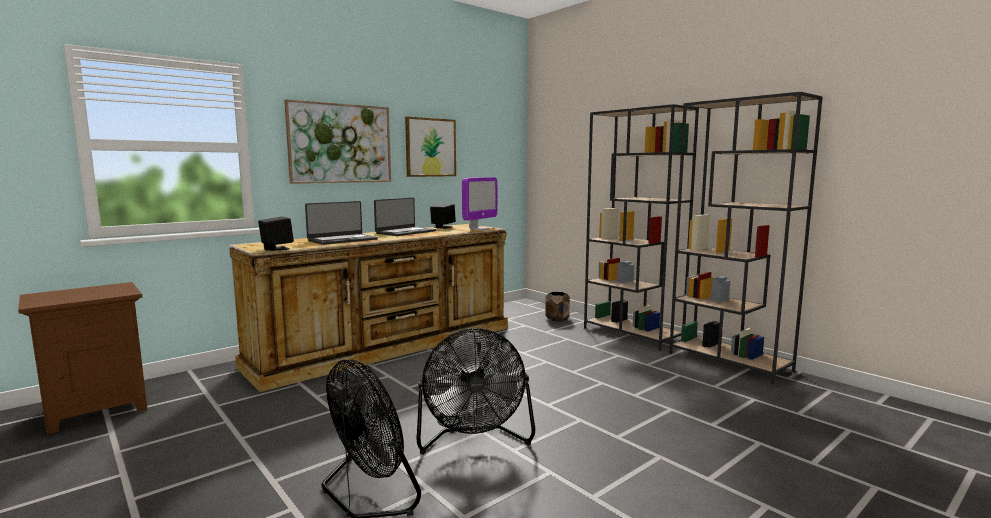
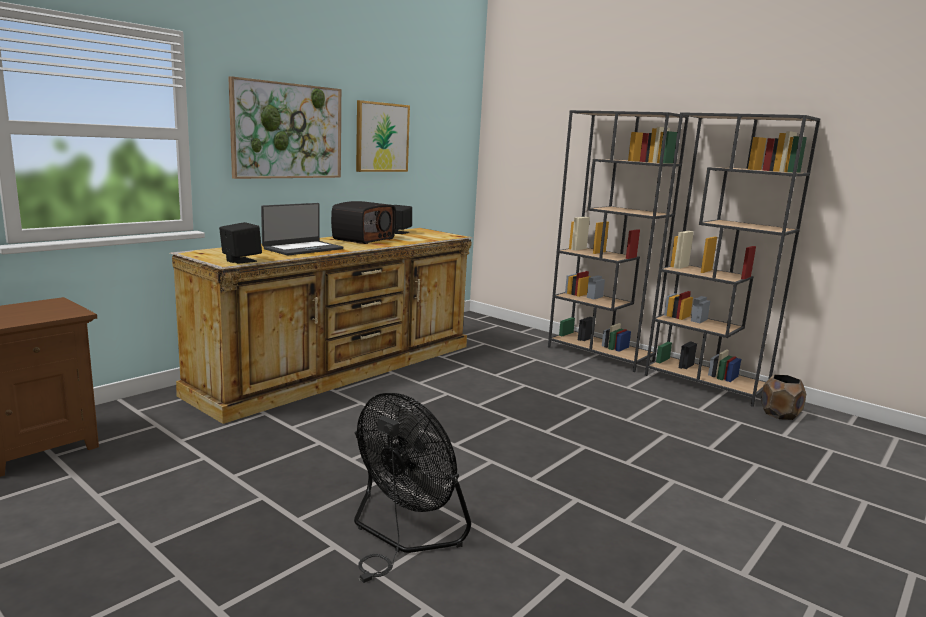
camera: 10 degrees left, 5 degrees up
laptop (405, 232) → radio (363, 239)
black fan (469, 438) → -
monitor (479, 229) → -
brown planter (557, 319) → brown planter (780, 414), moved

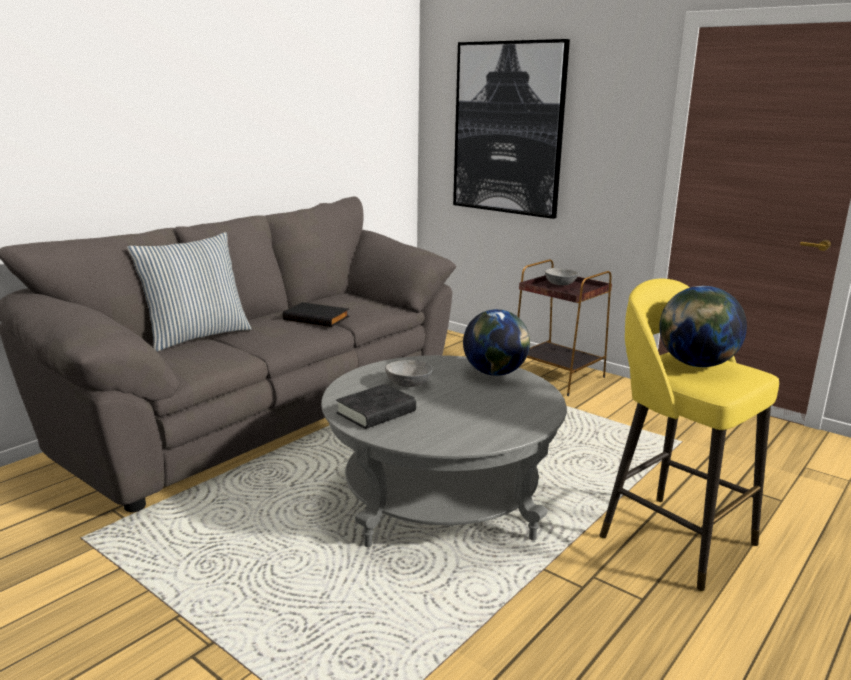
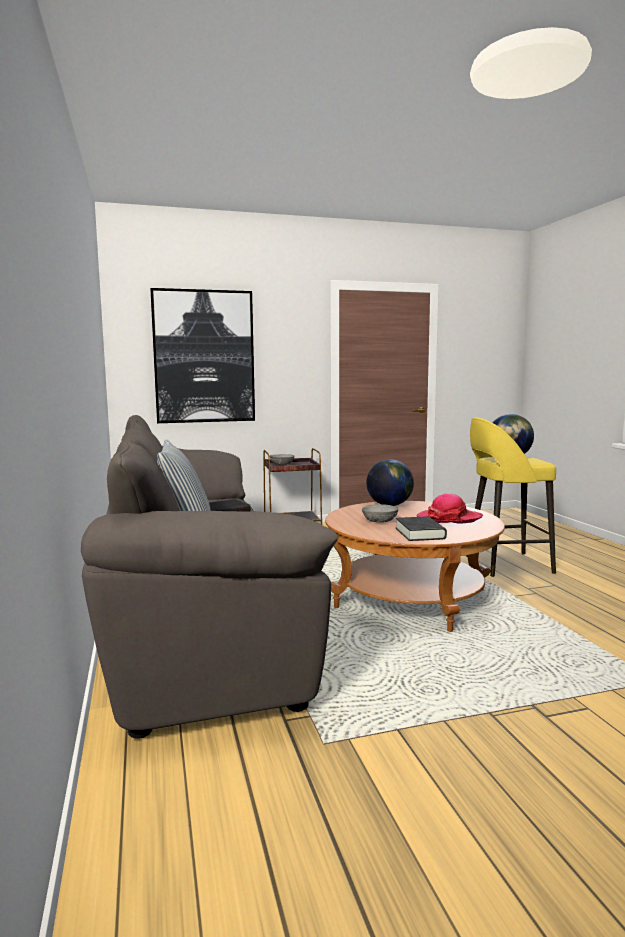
camera: 55 degrees left, 10 degrees down
grey coffee table (441, 498) → brown coffee table (410, 598)
- → hat (449, 519)

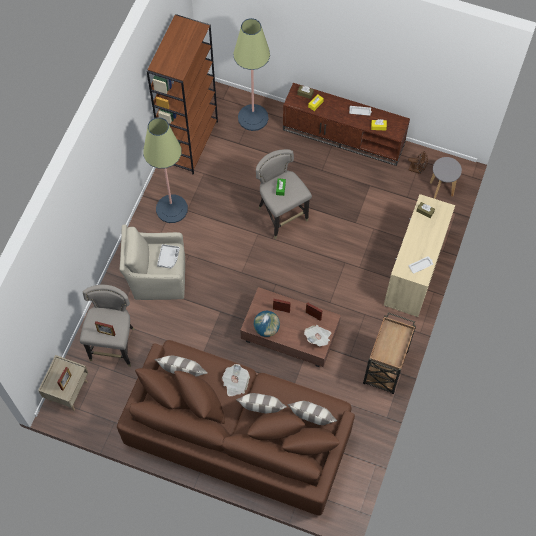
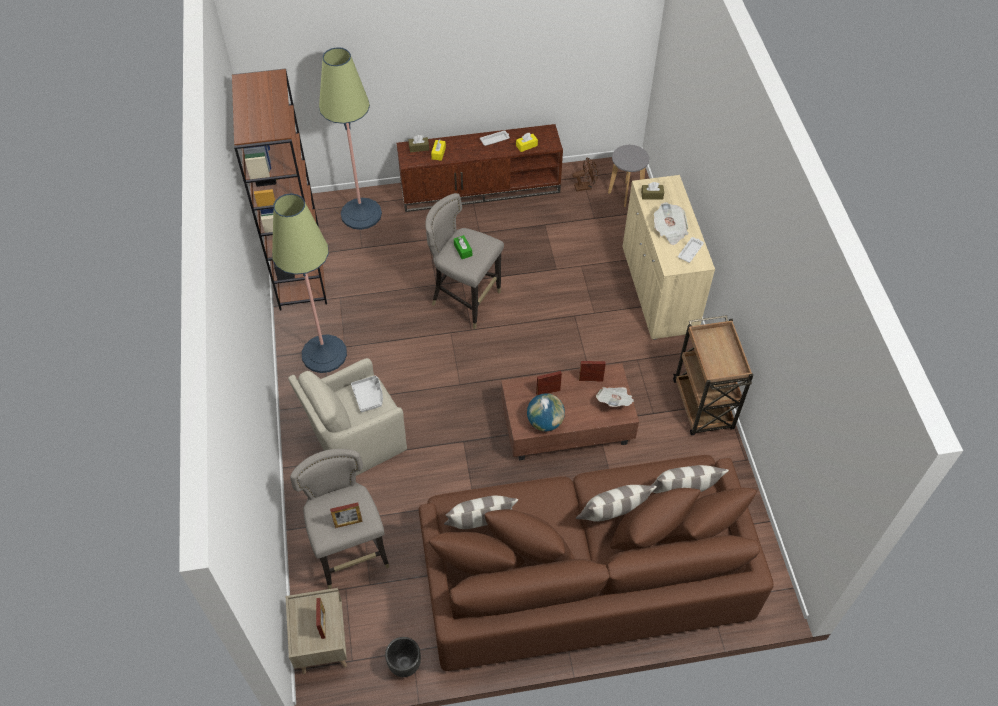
camera: 30 degrees left, 10 degrees down
newspaper (235, 383) → newspaper (669, 230), moved
- → black planter (404, 665)

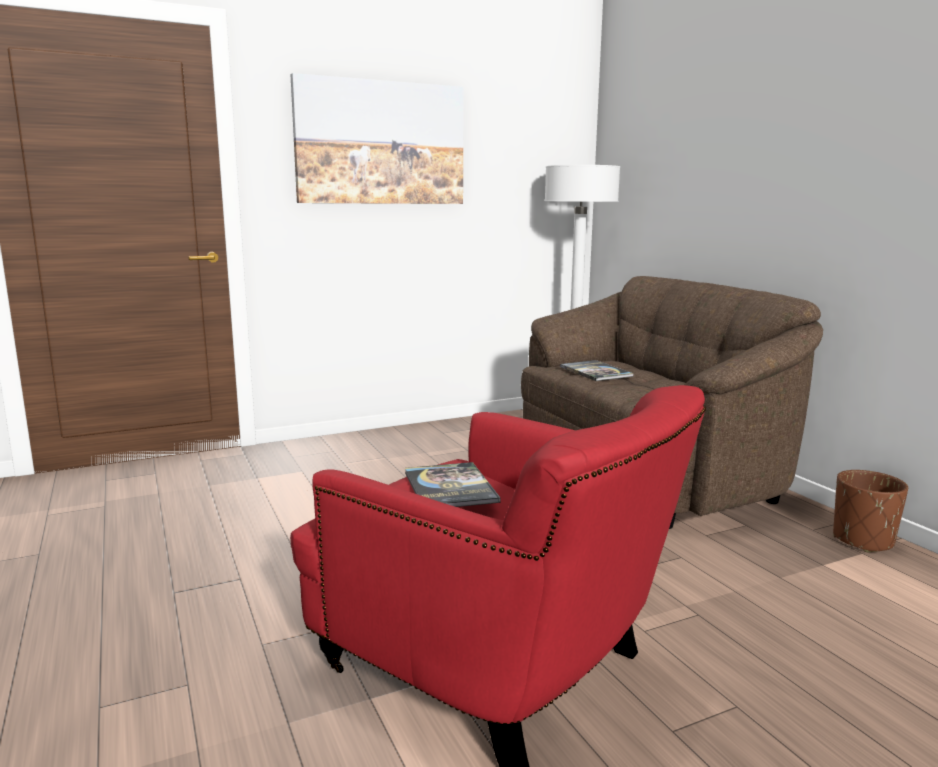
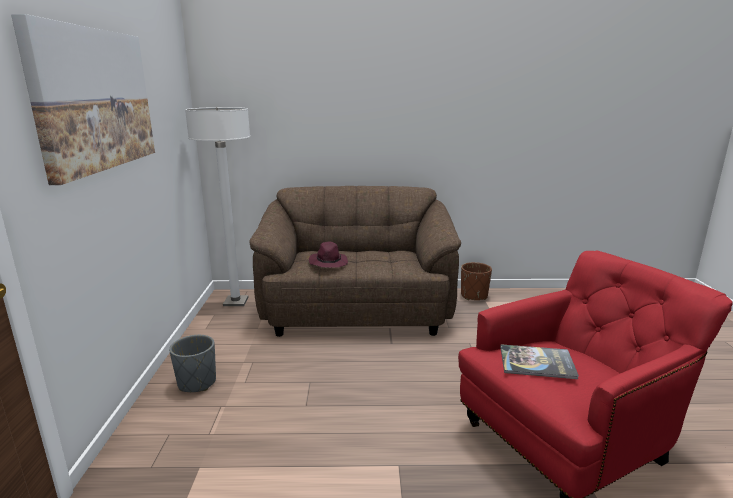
camera: 65 degrees left, 5 degrees up
book (595, 372) → purple hat (328, 263)
- → grey planter (197, 382)

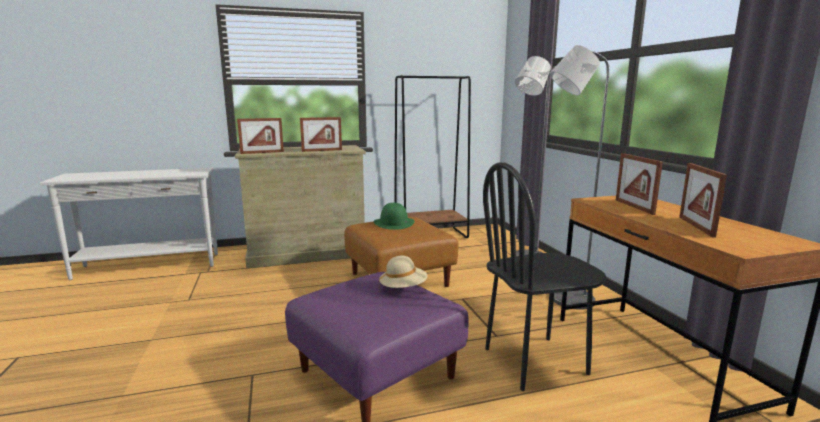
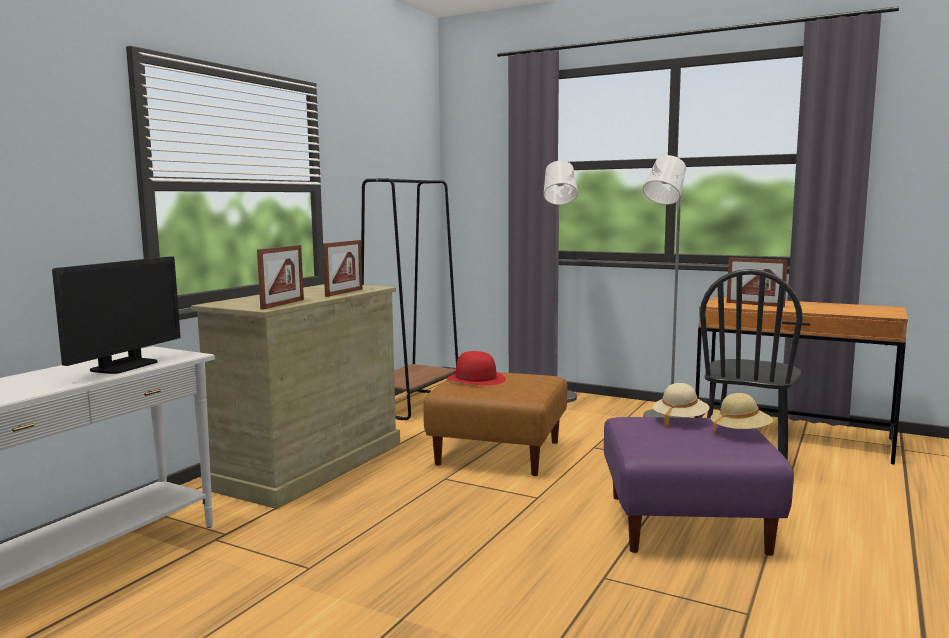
camera: 45 degrees left, 5 degrees down
green hat (394, 223) → red hat (476, 379)
picture frame (696, 226) → -
- → monitor (124, 366)
- → beige hat (740, 433)

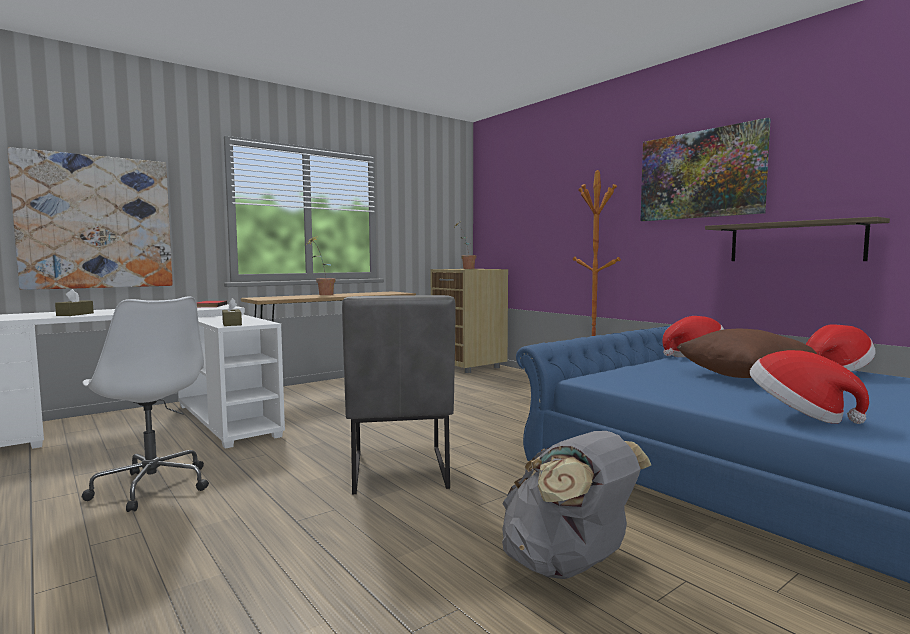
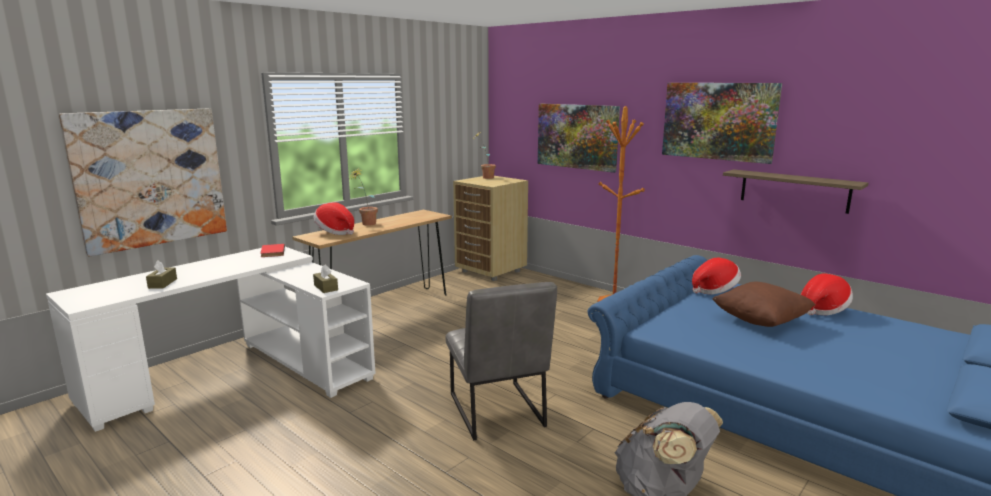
camera: 10 degrees left, 10 degrees up
white office chair (154, 488) → -
hat (799, 415) → hat (335, 232), moved
- → picture (577, 136)

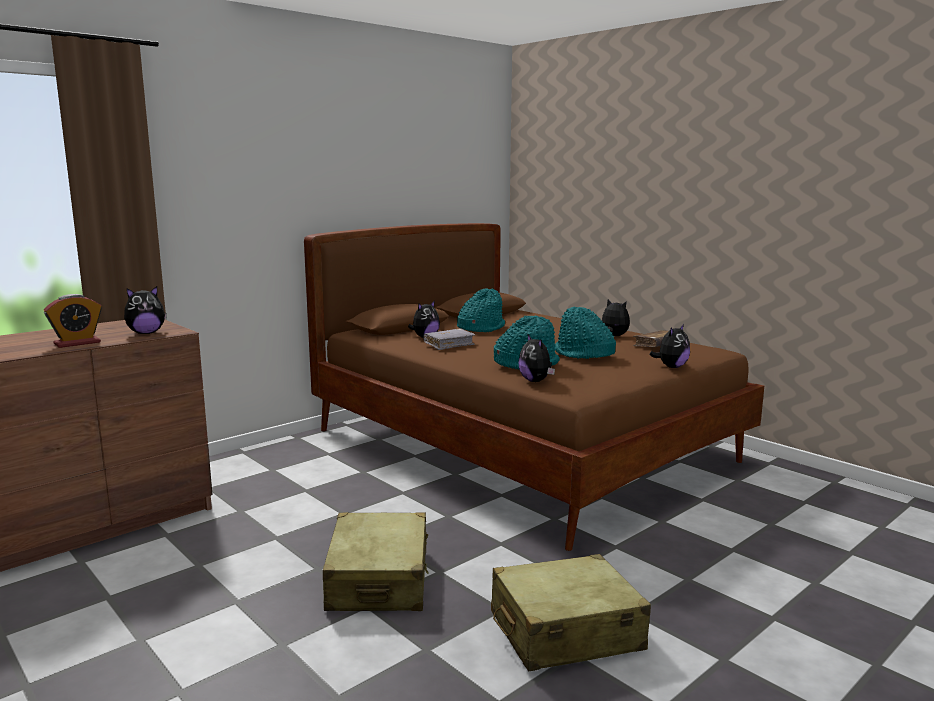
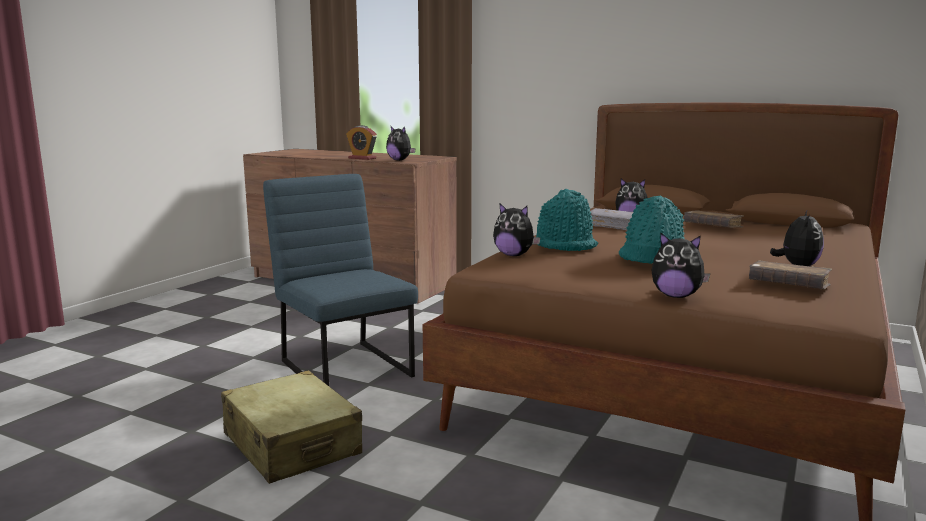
camera: 70 degrees right, 0 degrees up
beige suitcase (379, 580) → blue chair (345, 367)
turquoise hat (480, 328) → brown book (712, 227)
plush toy (536, 381) → plush toy (514, 255), 105 degrees counterclockwise

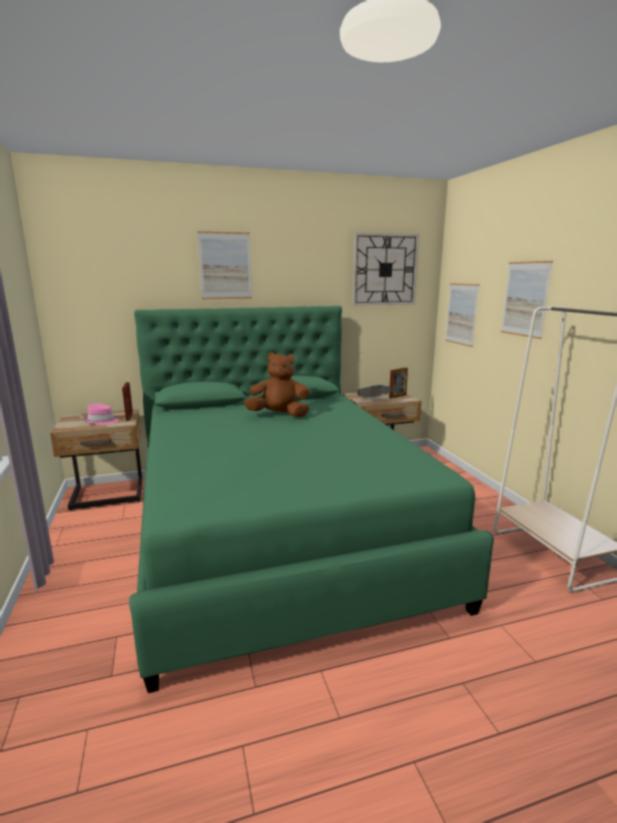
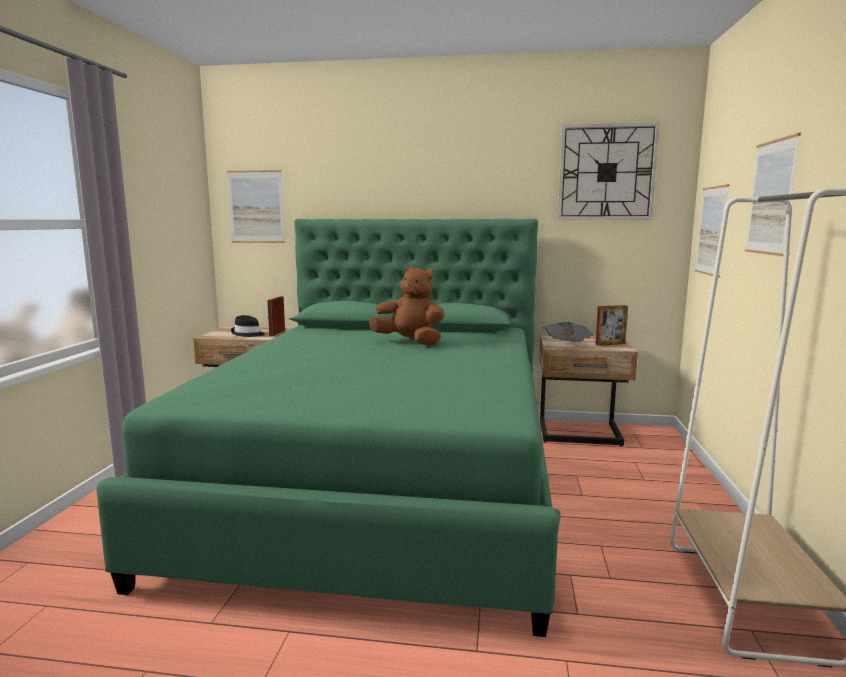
camera: 25 degrees right, 5 degrees down
pink hat (101, 421) → black hat (248, 334)
picture (225, 266) → picture (256, 207), moved

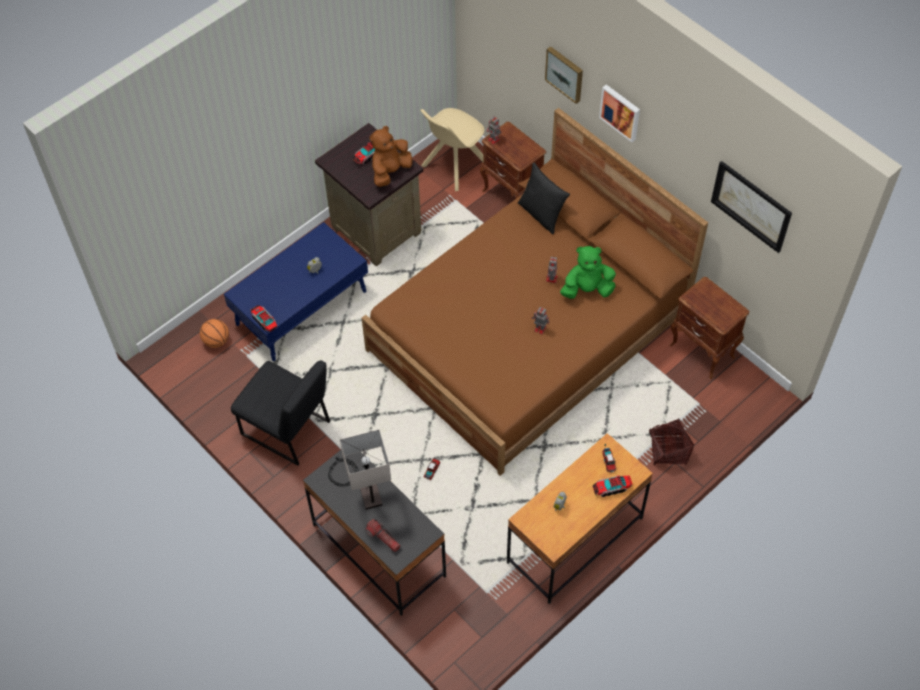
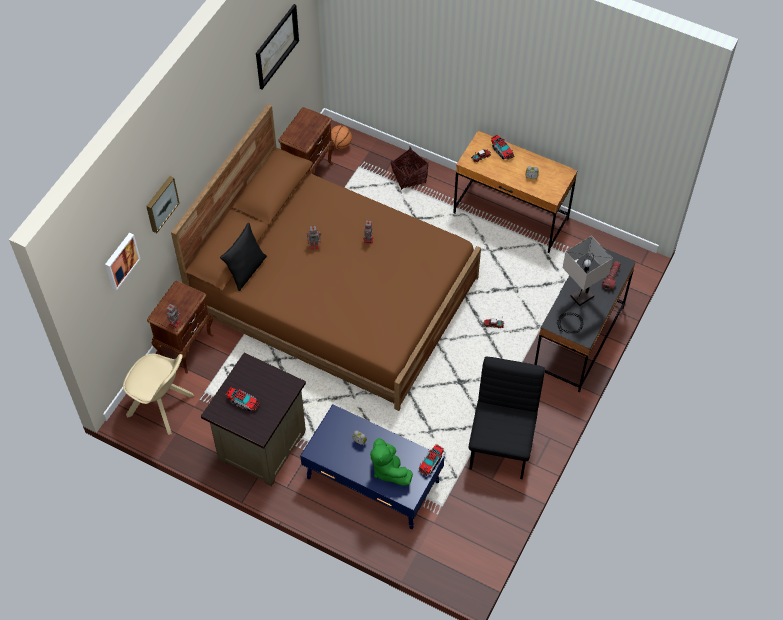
camera: 110 degrees left, 0 degrees up
basketball (216, 341) → basketball (340, 145), moved
brown plush toy (390, 171) → -
green plush toy (587, 289) → green plush toy (388, 469), moved
picture (621, 112) → picture (120, 260), moved

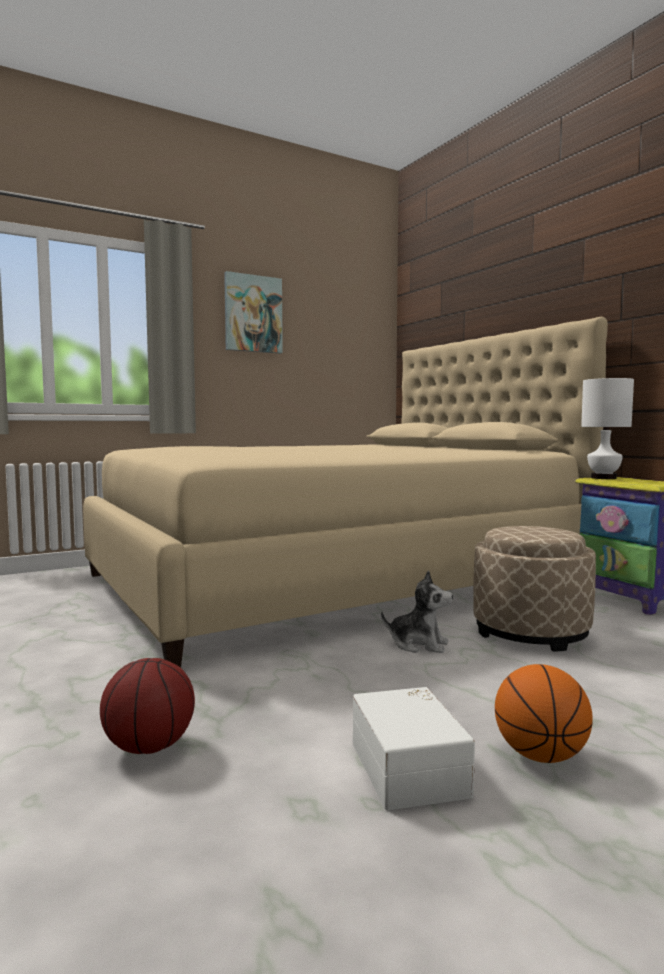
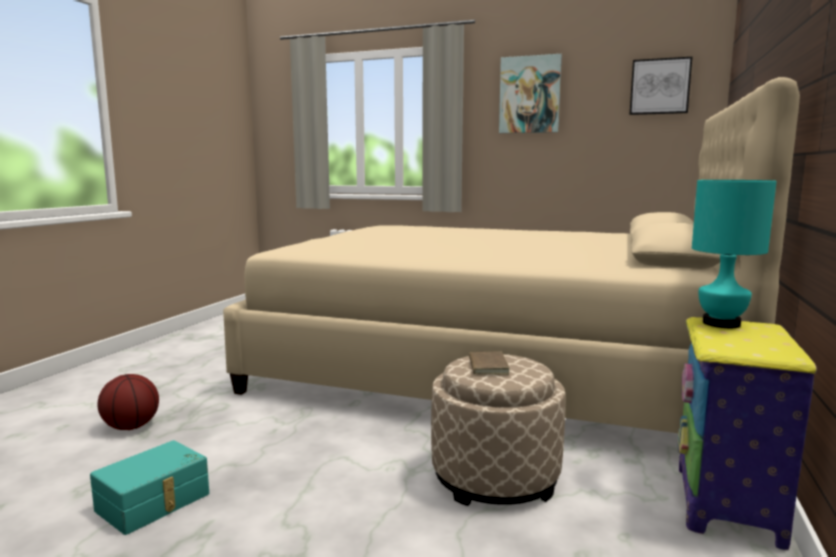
camera: 50 degrees right, 5 degrees up
white storage box (411, 768) → turquoise storage box (154, 503)
plush toy (418, 644) → -
basketball (540, 756) → -
white table lamp (603, 478) → turquoise table lamp (720, 323)
- → brown book (486, 366)
- → picture (659, 86)

